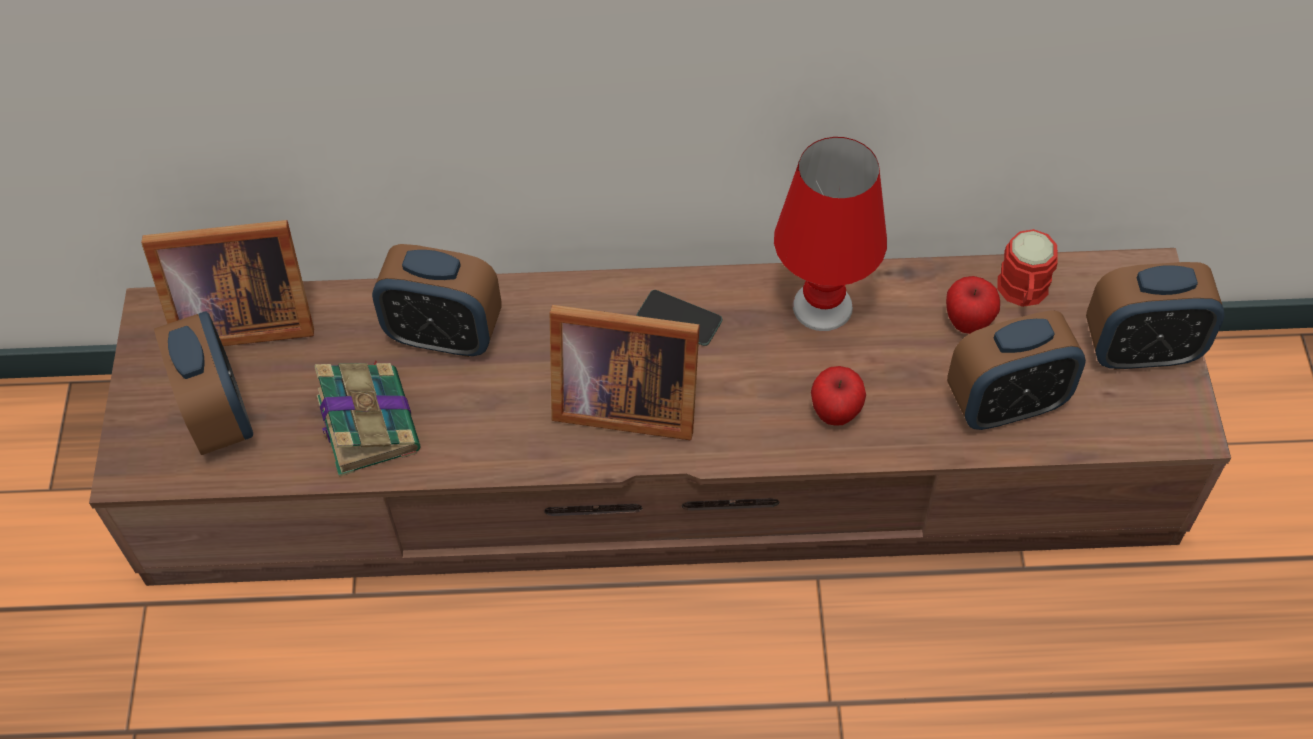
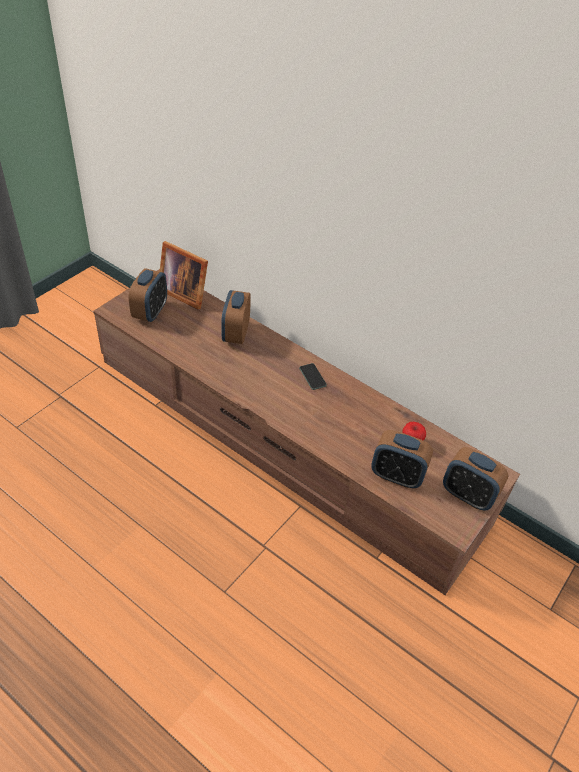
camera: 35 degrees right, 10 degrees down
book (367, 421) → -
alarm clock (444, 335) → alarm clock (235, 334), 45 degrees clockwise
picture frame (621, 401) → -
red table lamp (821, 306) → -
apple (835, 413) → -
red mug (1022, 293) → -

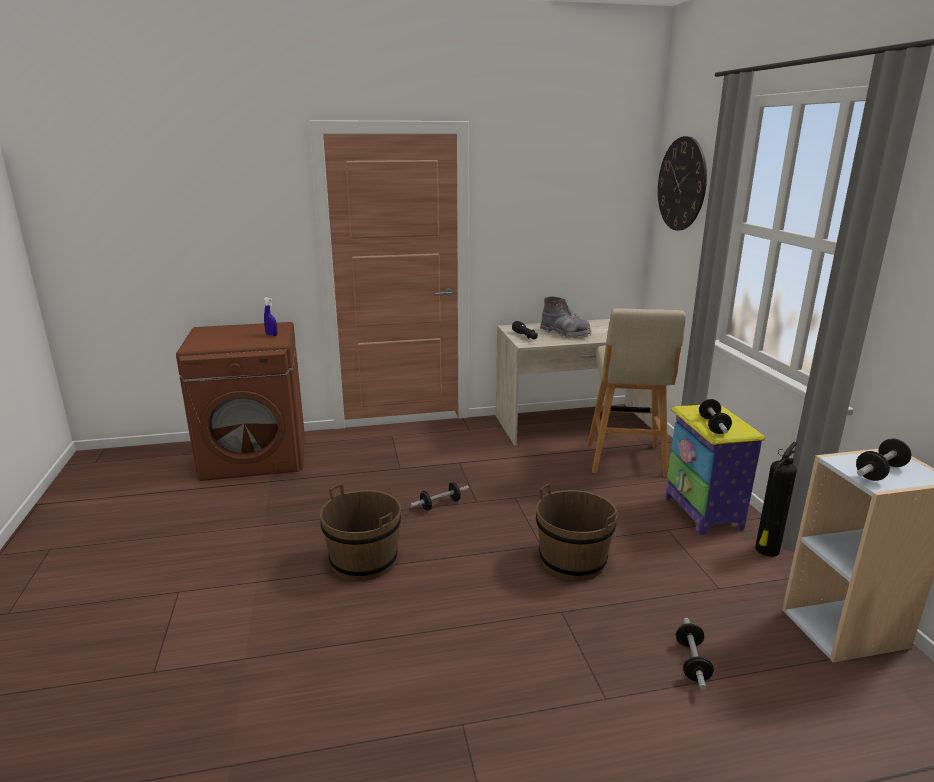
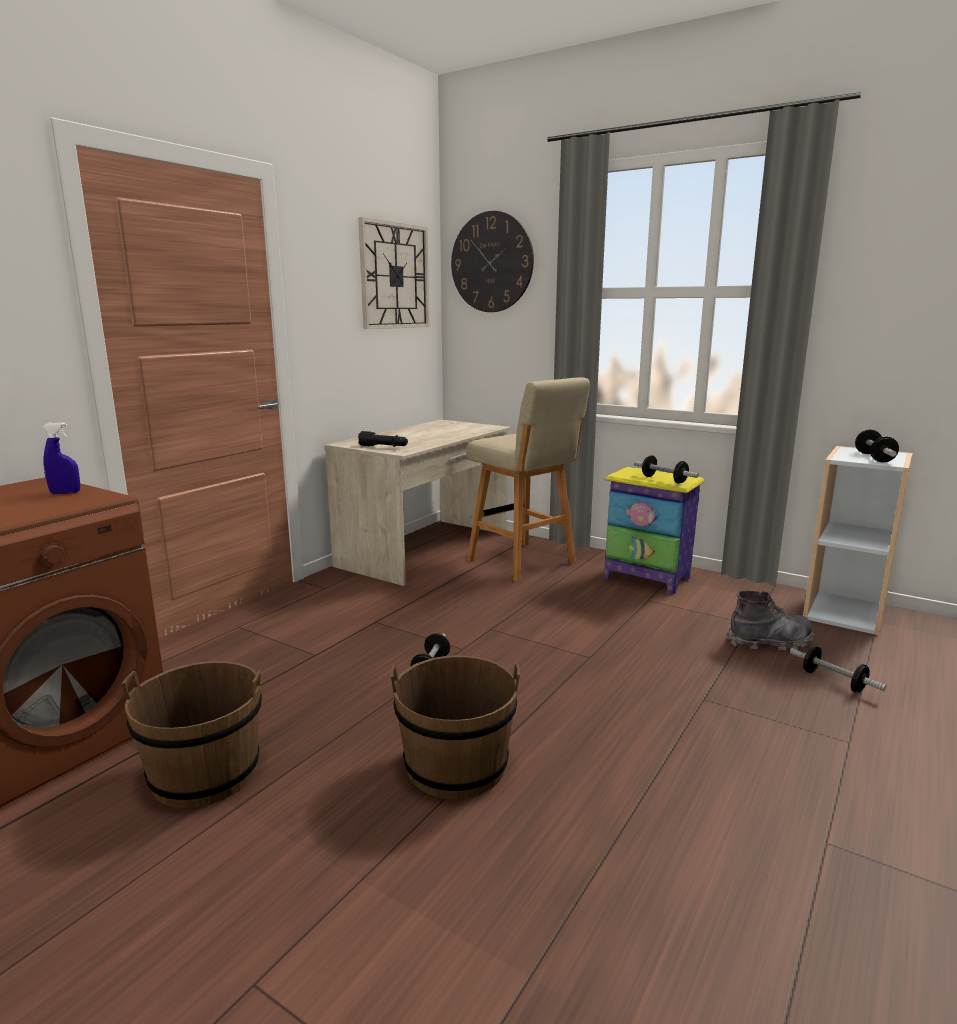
camera: 45 degrees left, 5 degrees down
brown bucket (572, 560) → brown bucket (205, 773), moved
grey boot (565, 333) → grey boot (770, 642), moved
fire extinguisher (766, 551) → -
- → wall clock (394, 276)

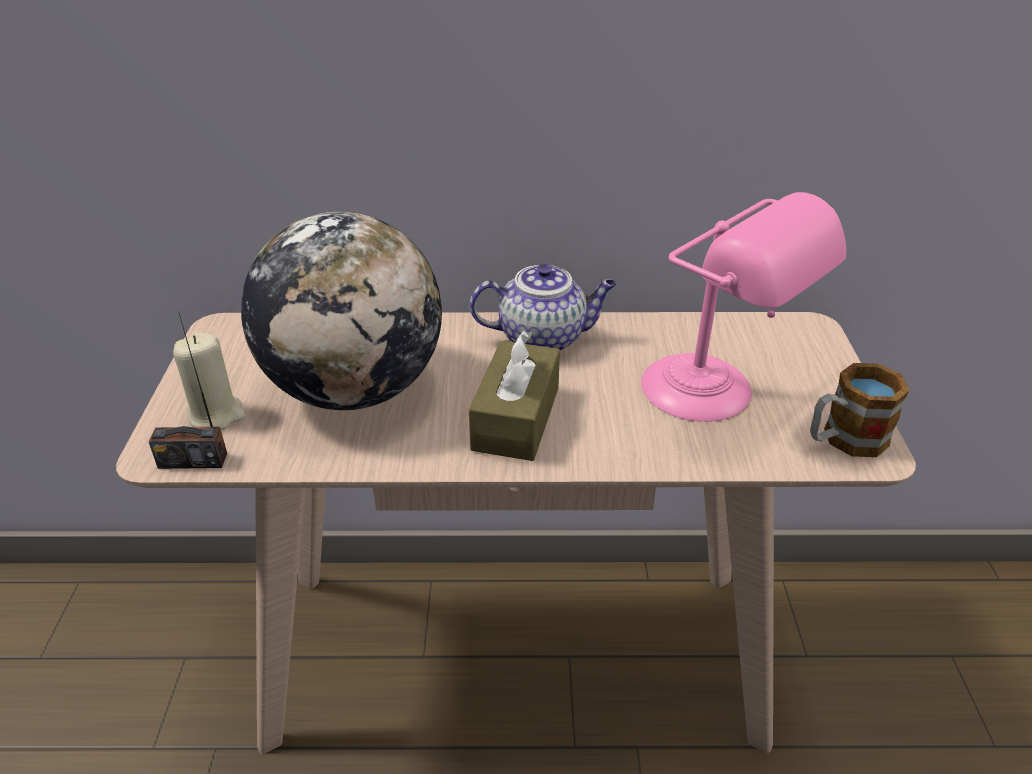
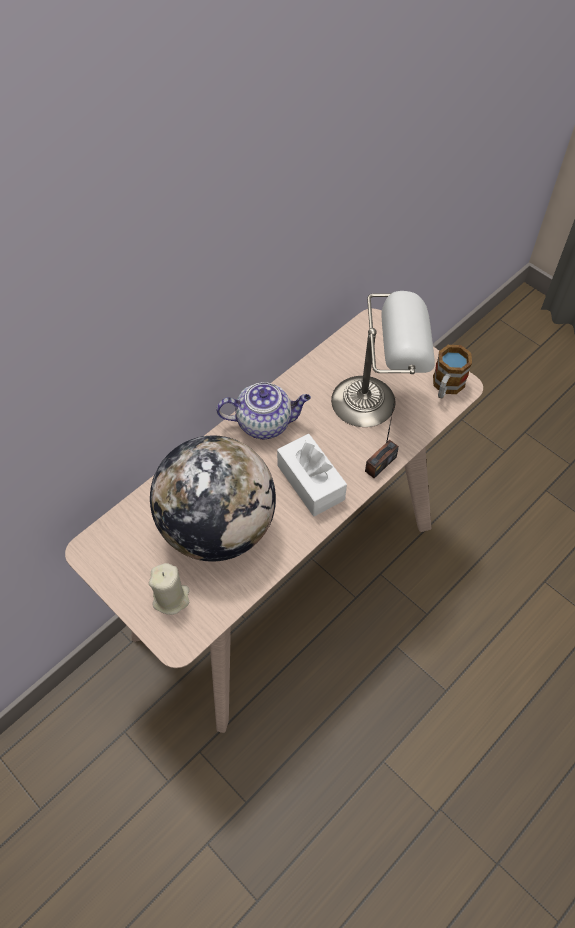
camera: 45 degrees left, 20 degrees up
radio (193, 460) → radio (380, 464), moved
teapot (544, 338) → teapot (265, 423), 45 degrees clockwise
brown tissue box (516, 418) → white tissue box (310, 482)
pink table lamp (718, 395) → white table lamp (377, 399)

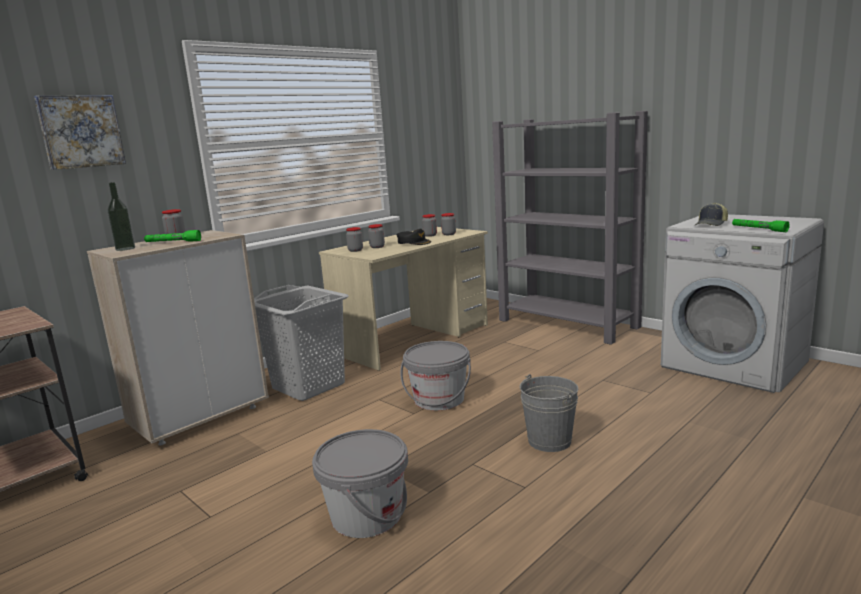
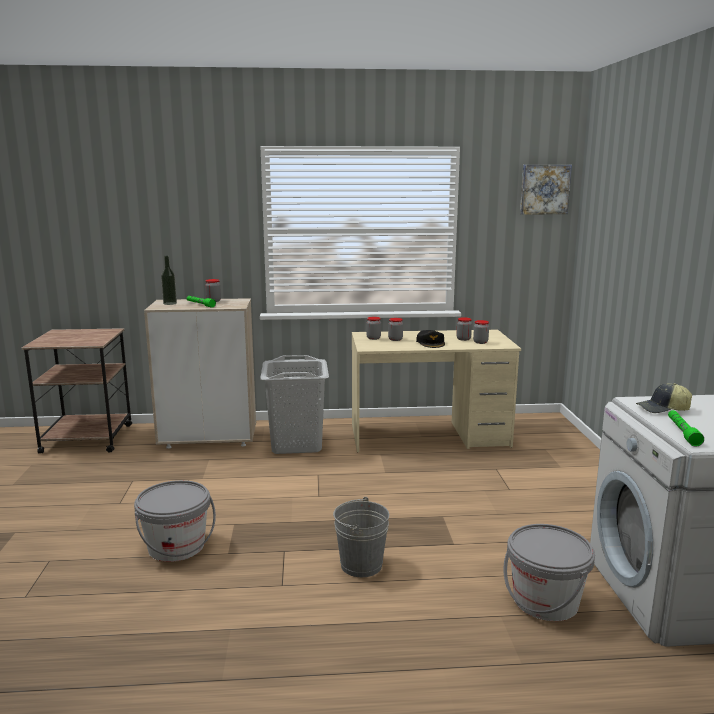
camera: 40 degrees right, 0 degrees up
picture (80, 131) → picture (544, 189), moved
grey bucket (439, 399) → grey bucket (545, 601), moved
grey bookcase (567, 324) → -

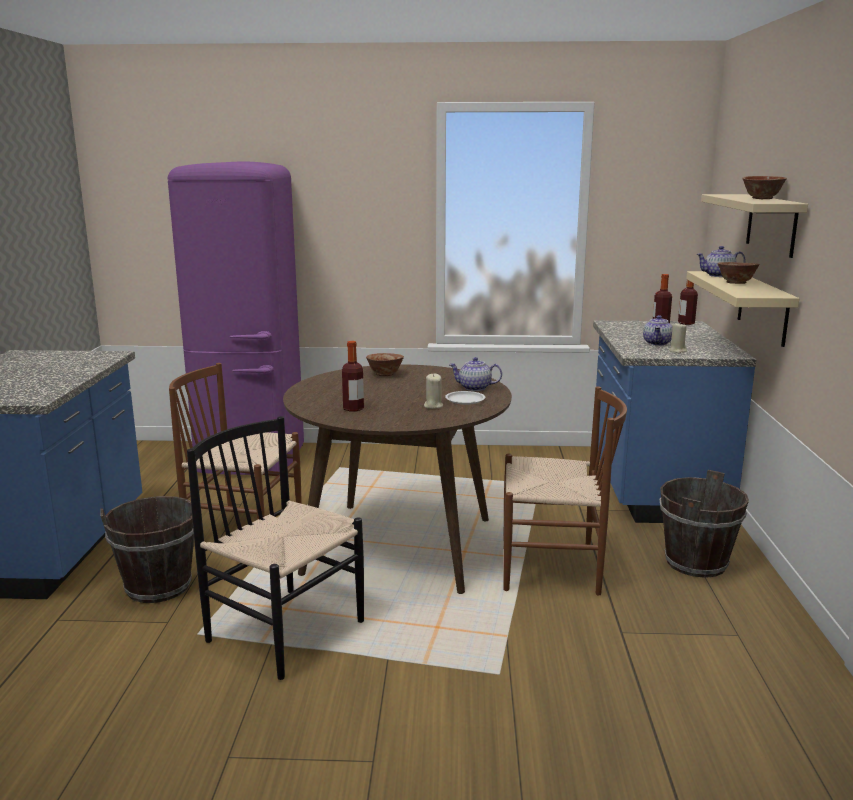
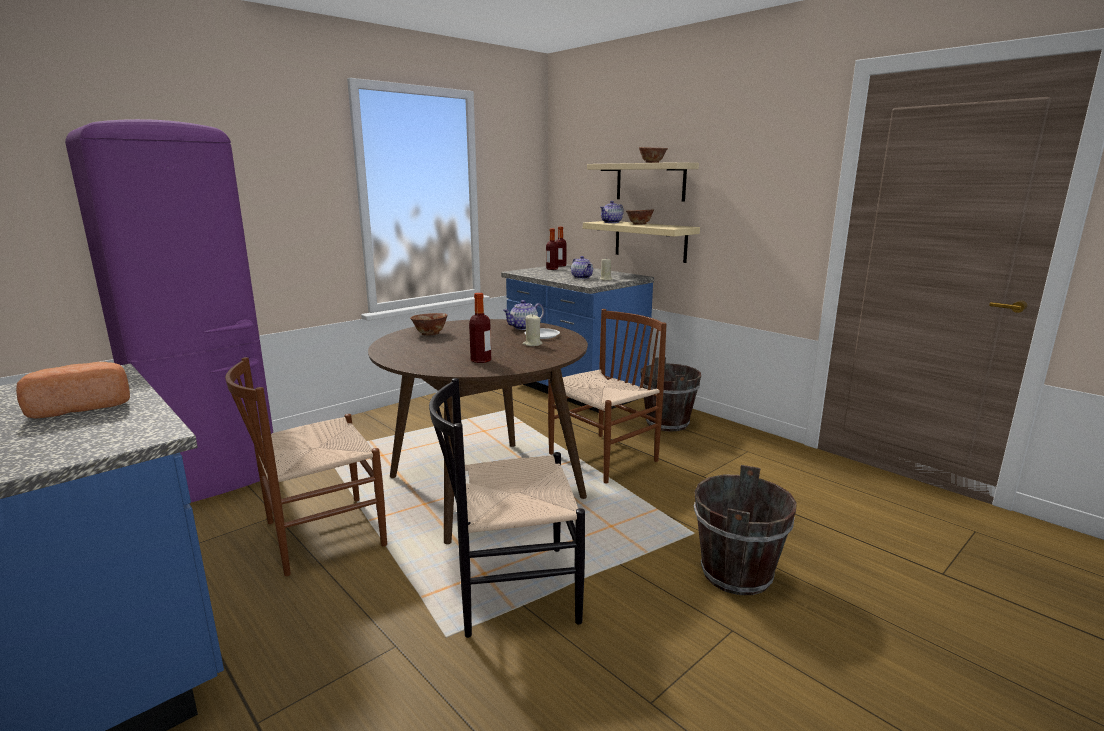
camera: 45 degrees left, 0 degrees up
brown bucket (158, 587) → brown bucket (737, 574), moved
- → bread (81, 406)

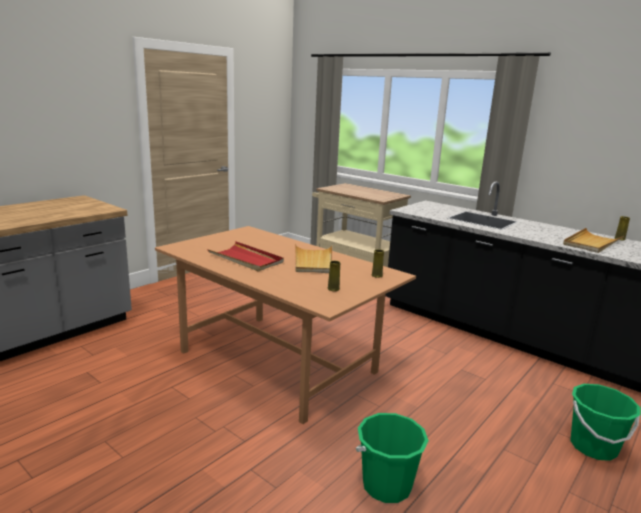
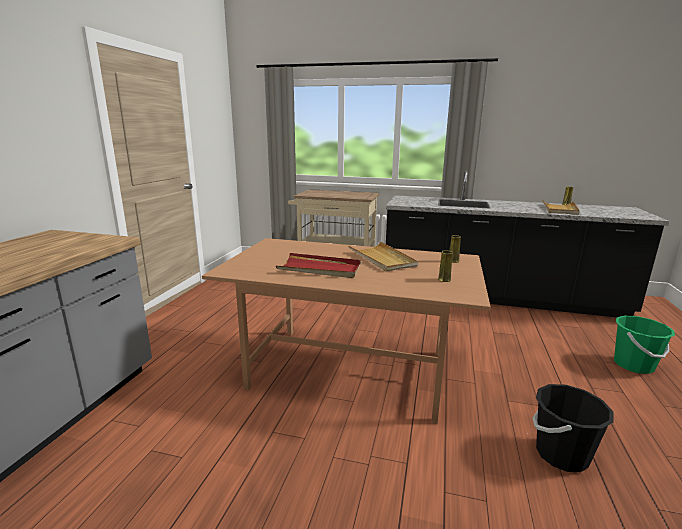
camera: 25 degrees left, 0 degrees up
green bucket (386, 485) → black bucket (561, 454)

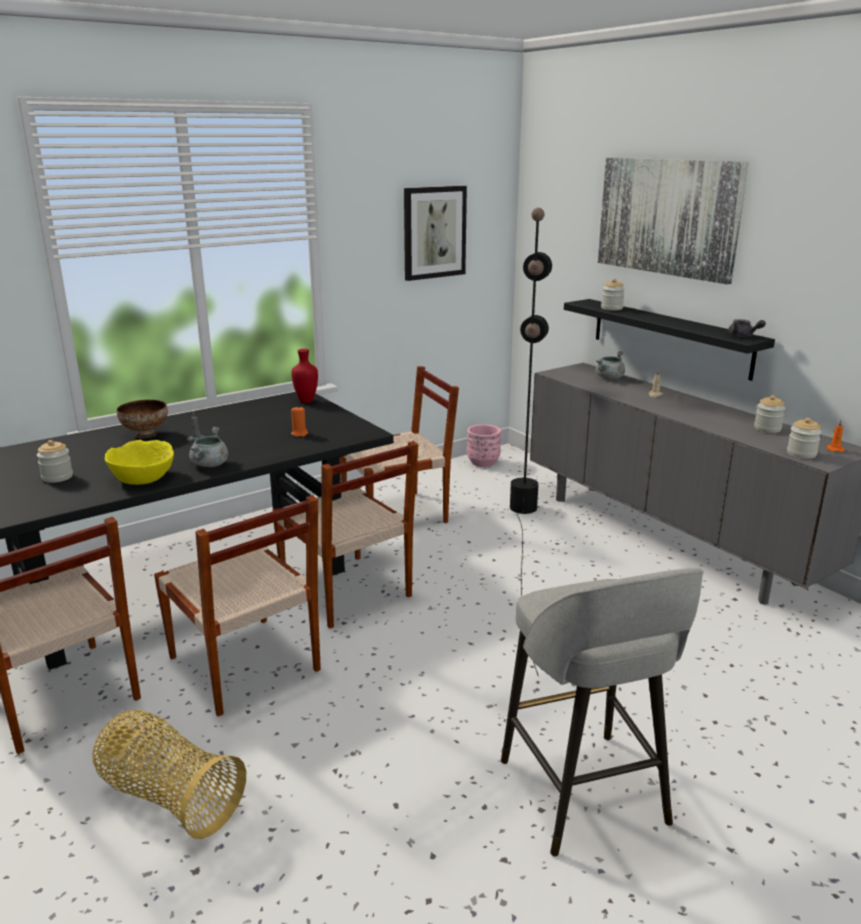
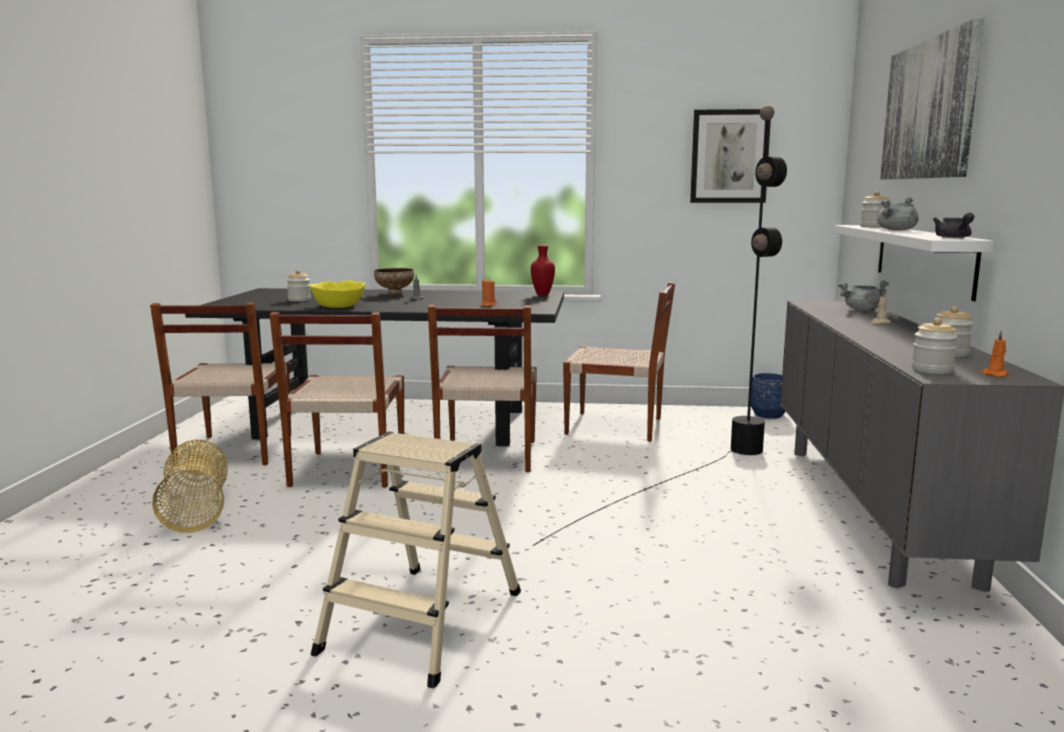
camera: 40 degrees right, 10 degrees down
grey cooking pot (210, 465) → grey cooking pot (896, 230), moved
pink planter (483, 462) → blue planter (768, 415)
grey stool (585, 795) → beige step ladder (423, 620)
black shelf (669, 337) → white shelf (923, 258)

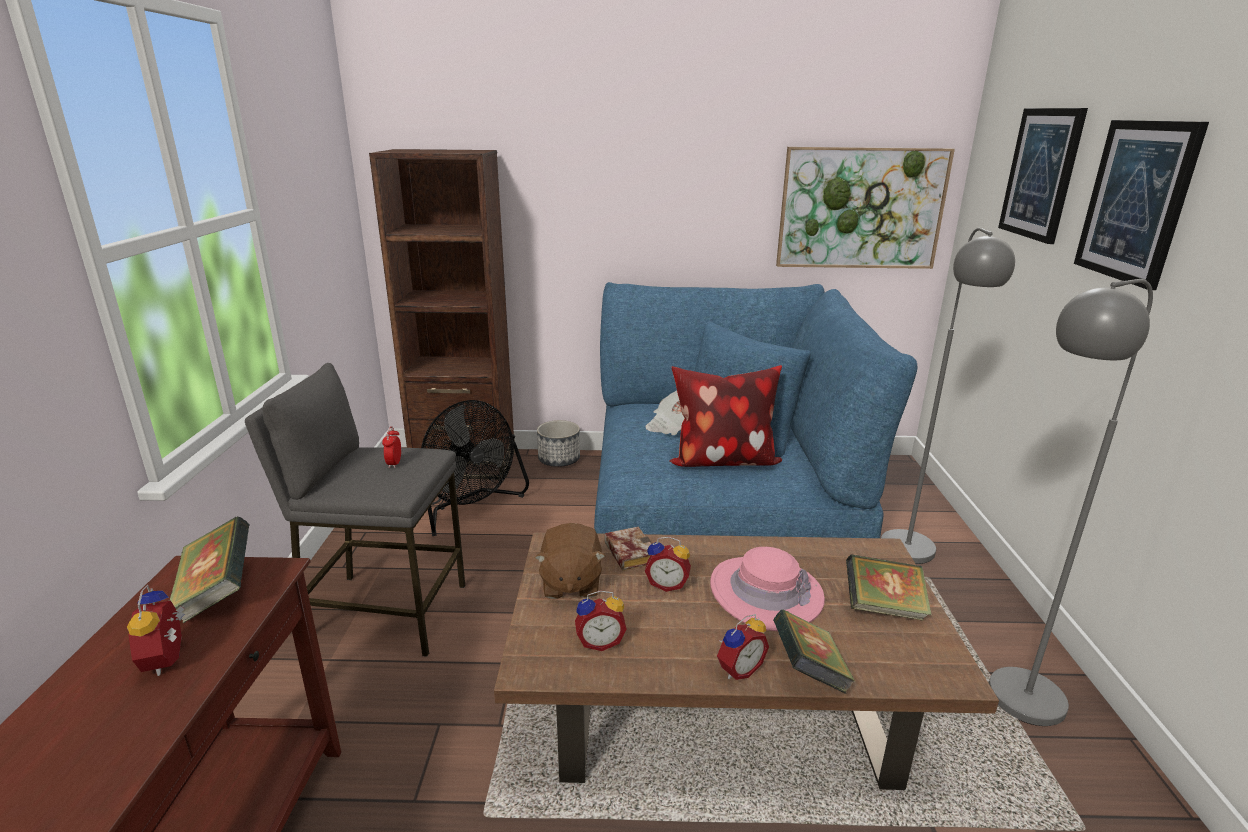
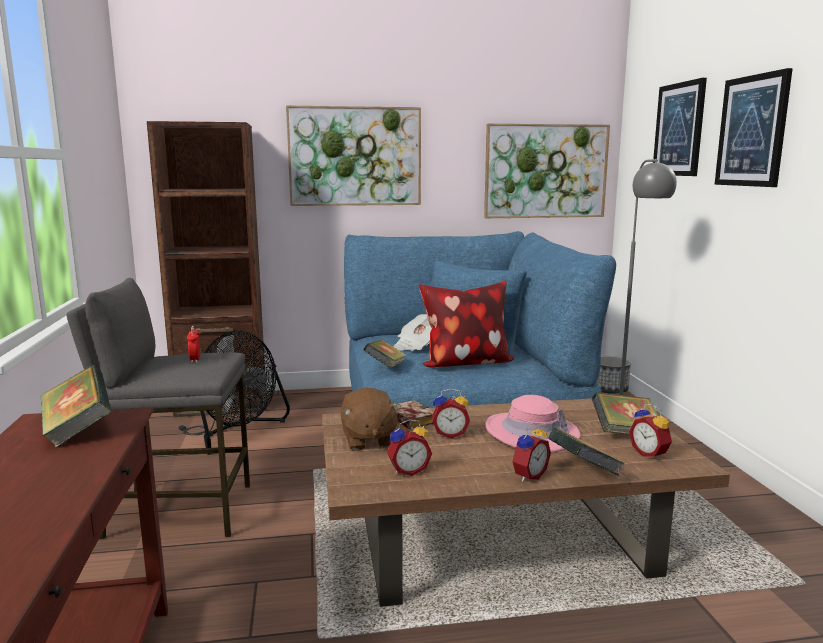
camera: 10 degrees left, 10 degrees down
alarm clock (170, 659) → alarm clock (650, 454), moved
planter (559, 459) → planter (609, 389), moved
grey floor lamp (1011, 707) → -
- → picture (355, 156)
- → book (385, 368)

